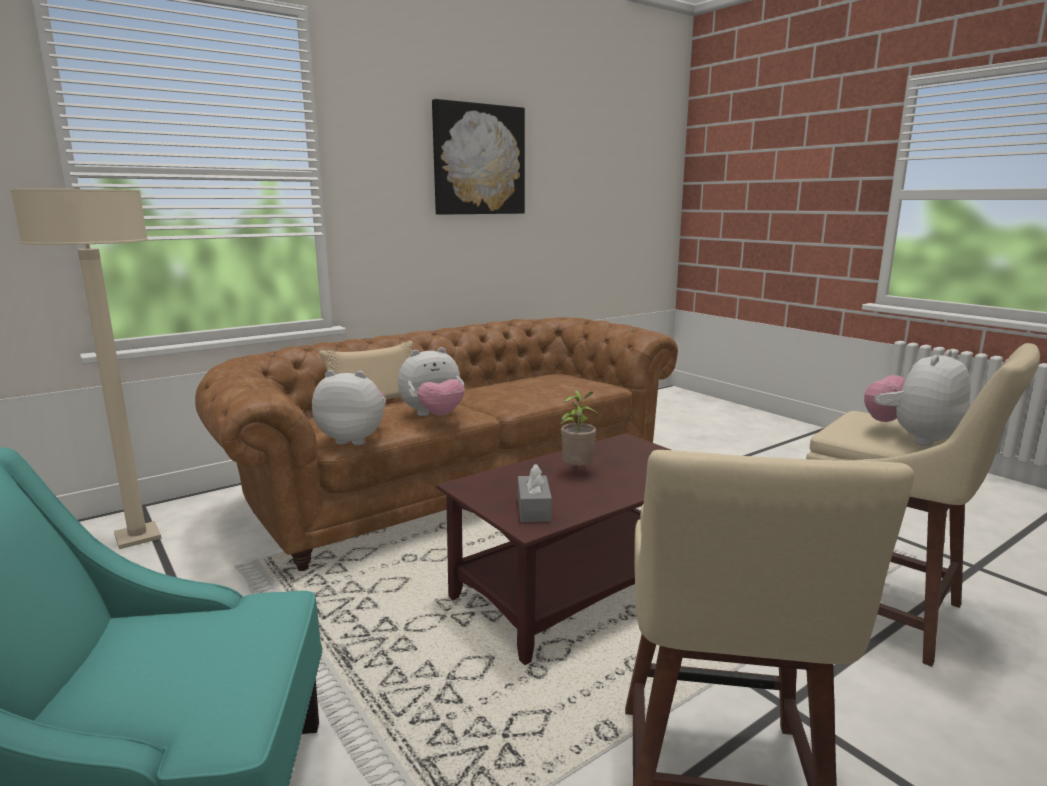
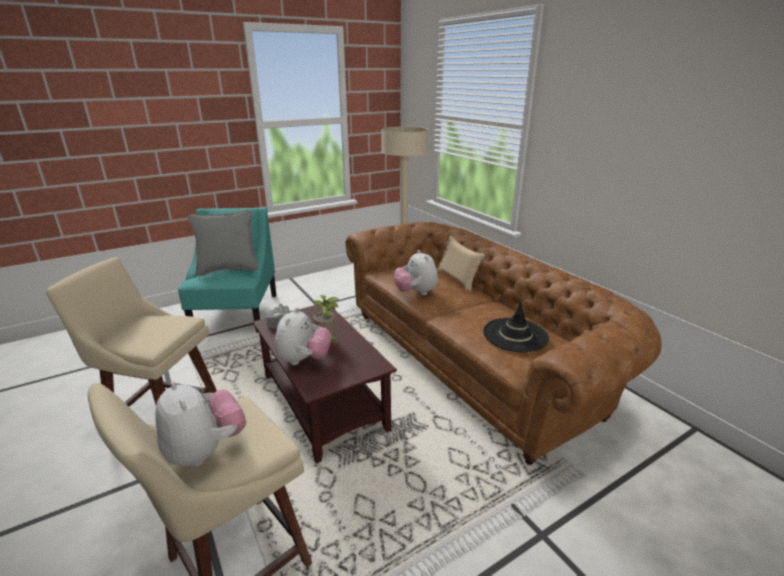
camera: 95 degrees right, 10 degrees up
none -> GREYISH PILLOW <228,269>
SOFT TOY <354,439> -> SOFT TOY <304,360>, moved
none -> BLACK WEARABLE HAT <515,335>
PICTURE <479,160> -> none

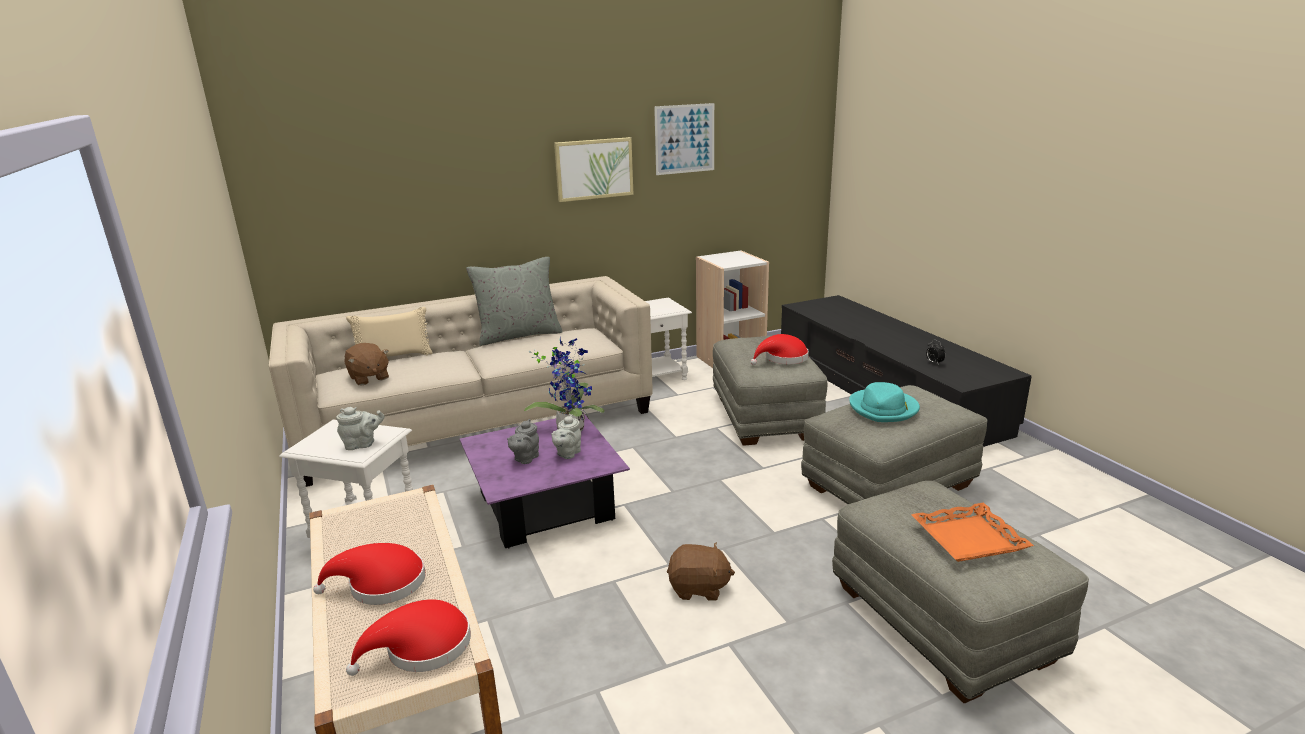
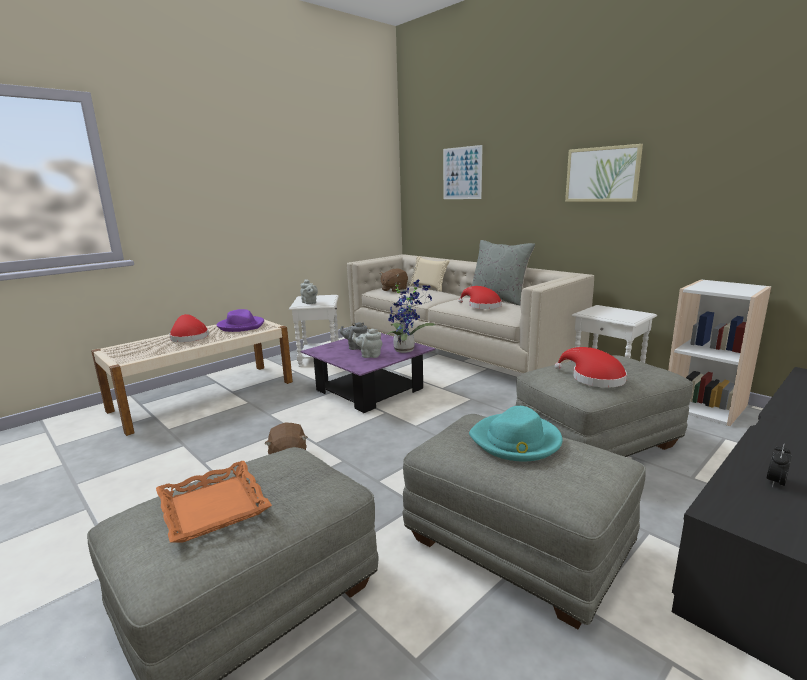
camera: 70 degrees right, 5 degrees down
none -> PURPLE-COLOURED WEARABLE HAT <241,326>
PICTURE <685,139> -> PICTURE <462,173>, moved
RED-COLOURED WEARABLE HAT <422,648> -> RED-COLOURED WEARABLE HAT <482,306>, moved

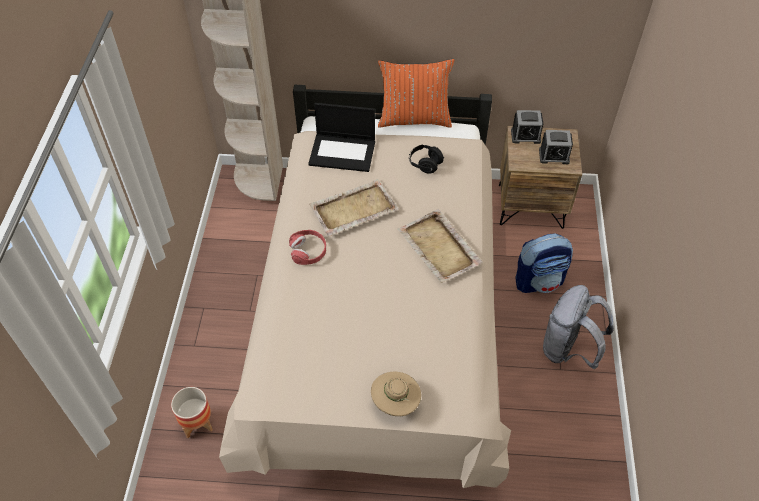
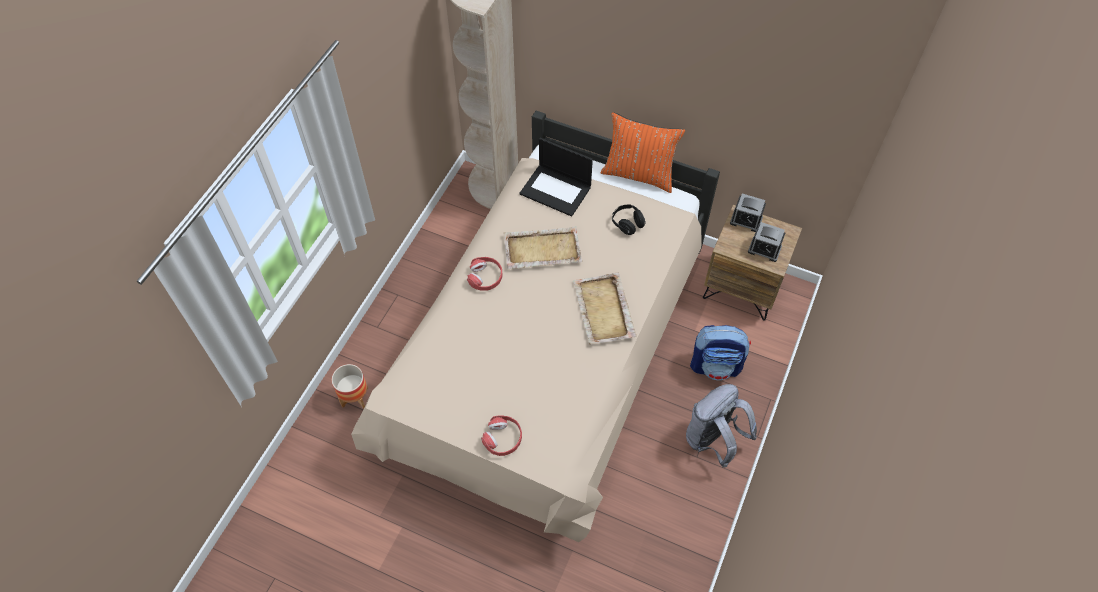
camera: 20 degrees right, 5 degrees up
BEIGE-COLOURED WEARABLE HAT <395,402> -> RED-COLOURED PAIR OF HEADPHONES <503,438>

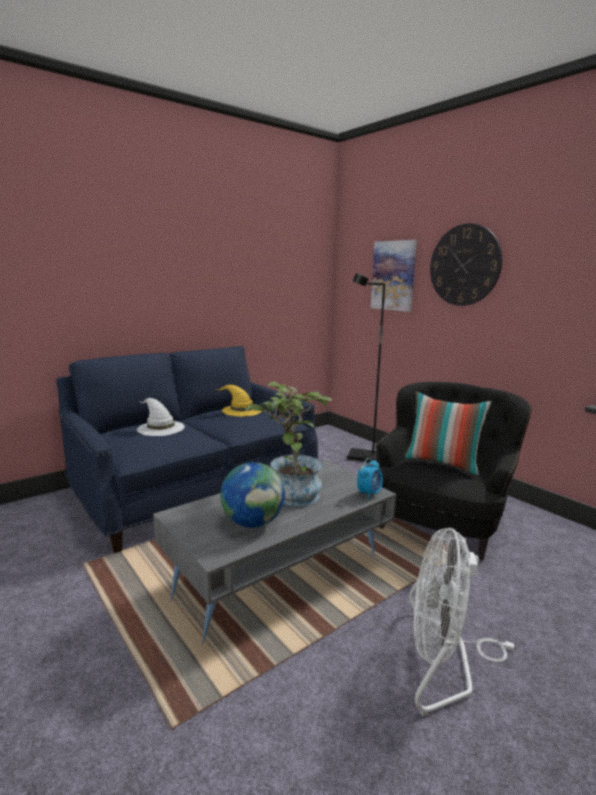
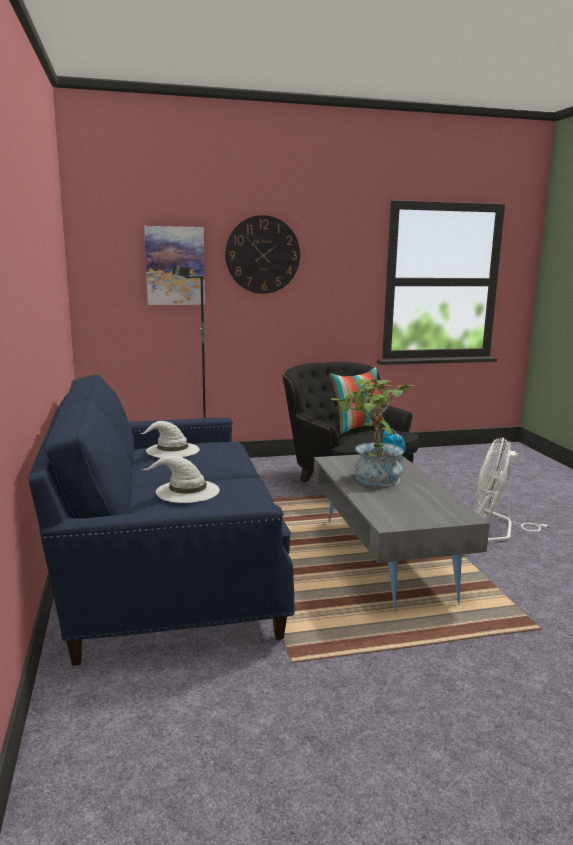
camera: 65 degrees left, 0 degrees up
YELLOW-COLOURED WEARABLE HAT <241,410> -> WHITISH WEARABLE HAT <172,450>
WHITISH ELECTRIC FAN <445,658> -> WHITISH ELECTRIC FAN <496,527>, 75 degrees clockwise
GLOBE <253,523> -> none

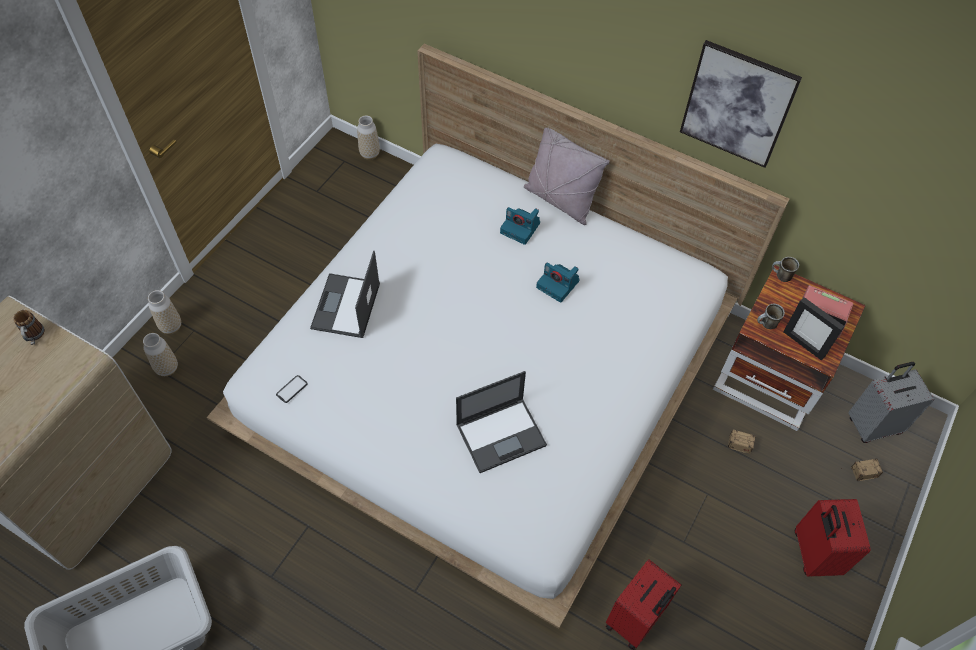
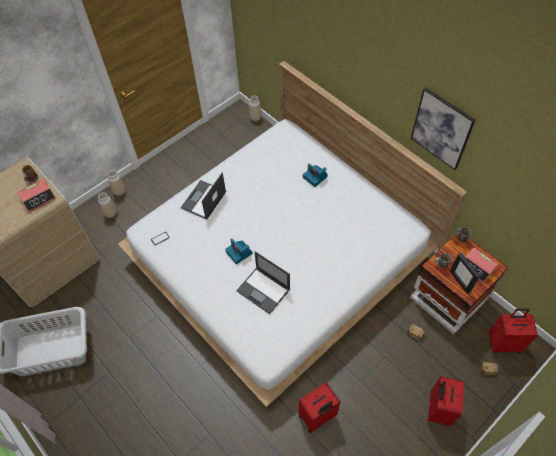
camera: 20 degrees right, 0 degrees up
none -> TABLE CLOCK <38,198>
PHOTO CAMERA <558,284> -> PHOTO CAMERA <239,253>, moved
LAPTOP <502,434> -> LAPTOP <264,290>, 45 degrees clockwise
GREYISH TRAVEL CASE <873,424> -> RED-COLOURED TRAVEL CASE <504,343>
PURPLE-COLOURED PILLOW <560,200> -> none

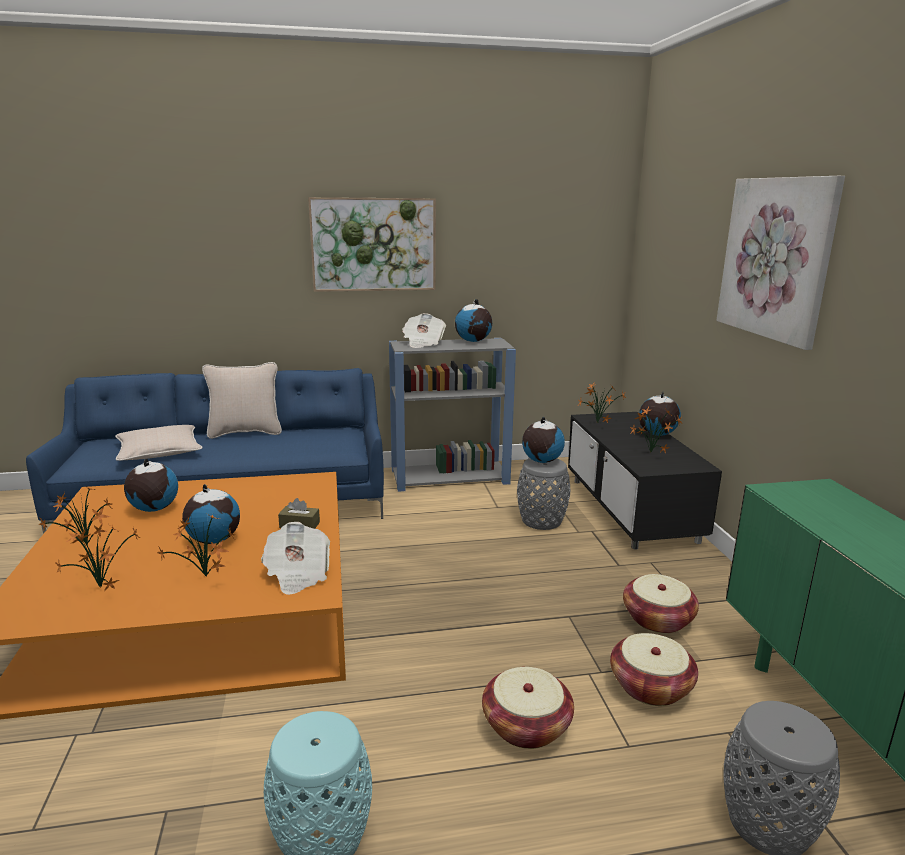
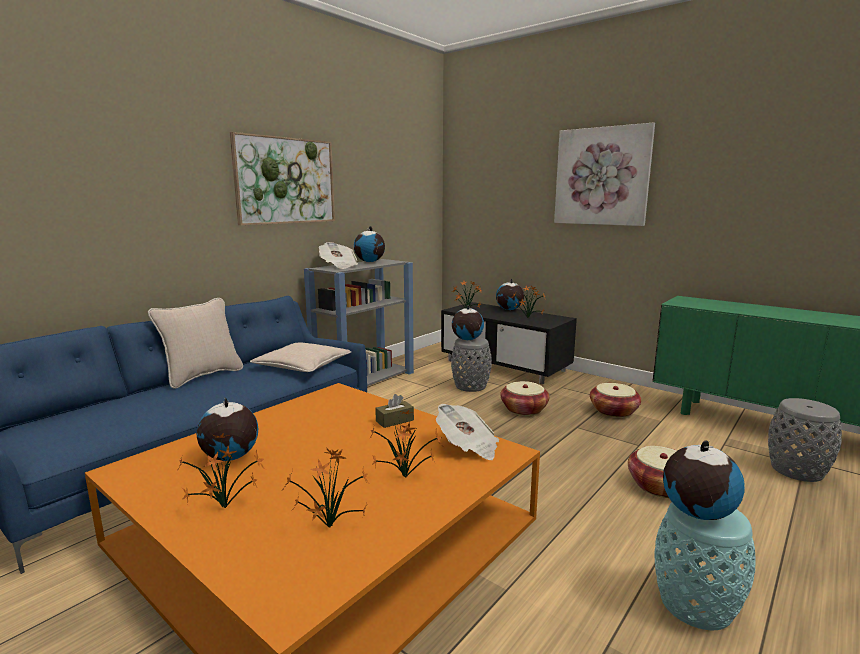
camera: 40 degrees left, 5 degrees down
BEIGE-COLOURED PILLOW <159,450> -> BEIGE-COLOURED PILLOW <303,365>, moved
STORAGE BASKET <650,686> -> STORAGE BASKET <524,409>, moved
GLOBE <214,540> -> GLOBE <696,513>, moved

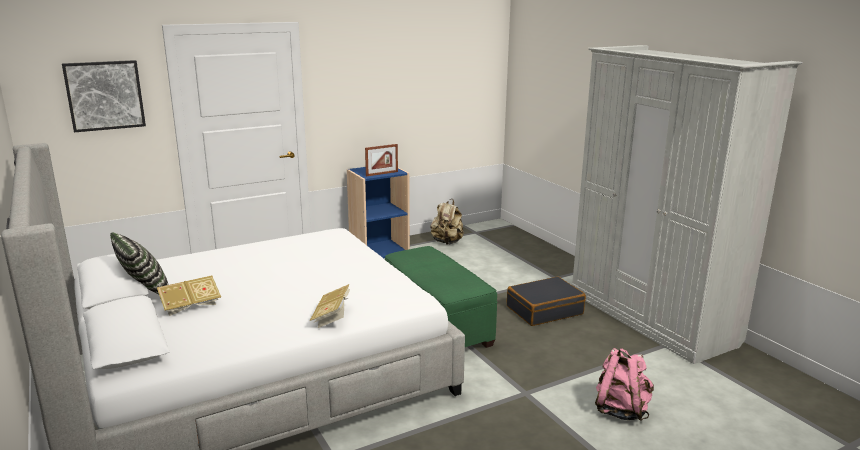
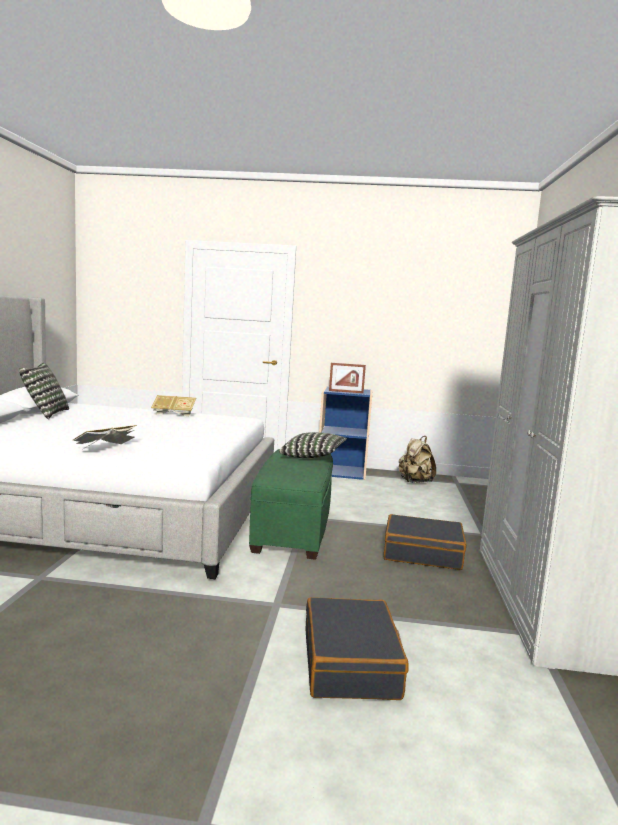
camera: 35 degrees right, 10 degrees down
VOLUME <190,306> -> VOLUME <174,414>, moved
none -> PILLOW <313,457>
PINK BACKPACK <621,410> -> BLACK TRAVEL CASE <351,663>
PICTURE <105,95> -> none

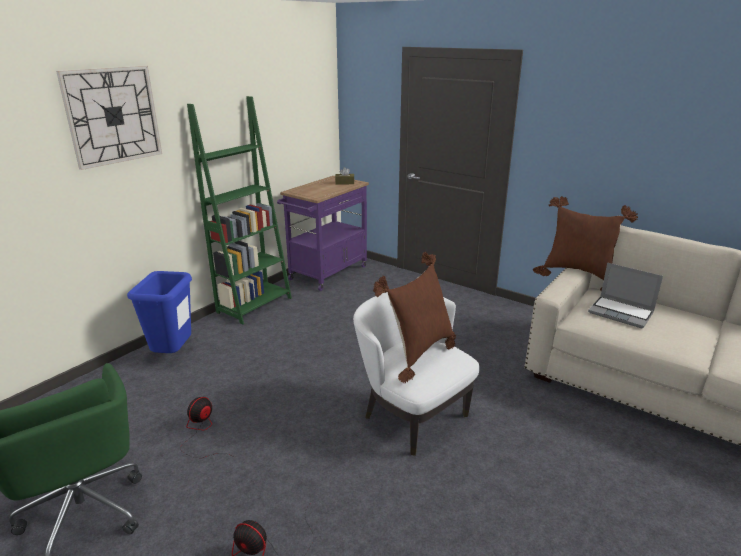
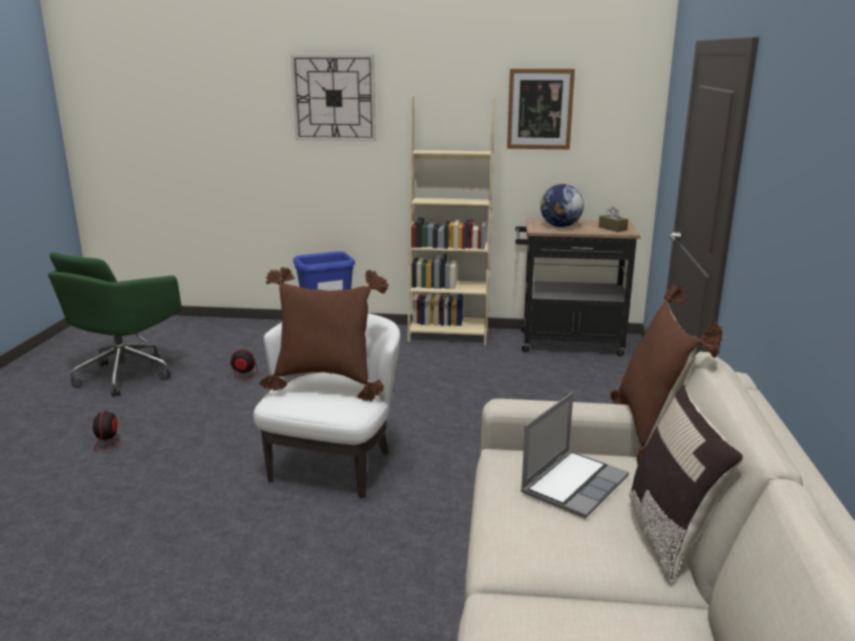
camera: 60 degrees right, 5 degrees down
GREEN BOOKCASE <254,305> -> BEIGE-COLOURED BOOKCASE <448,334>
none -> PICTURE <540,109>
PURPLE-COLOURED WHEELED CART <326,274> -> BLACK WHEELED CART <567,343>
LAPTOP <621,313> -> LAPTOP <574,484>, 150 degrees counterclockwise
none -> GLOBE <560,226>
none -> PILLOW <669,535>

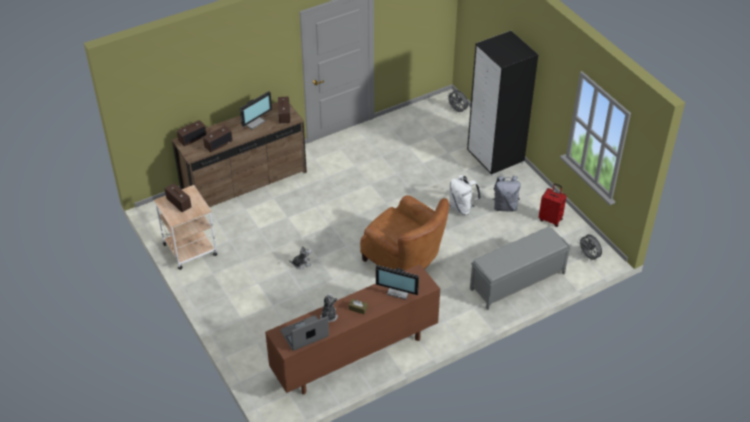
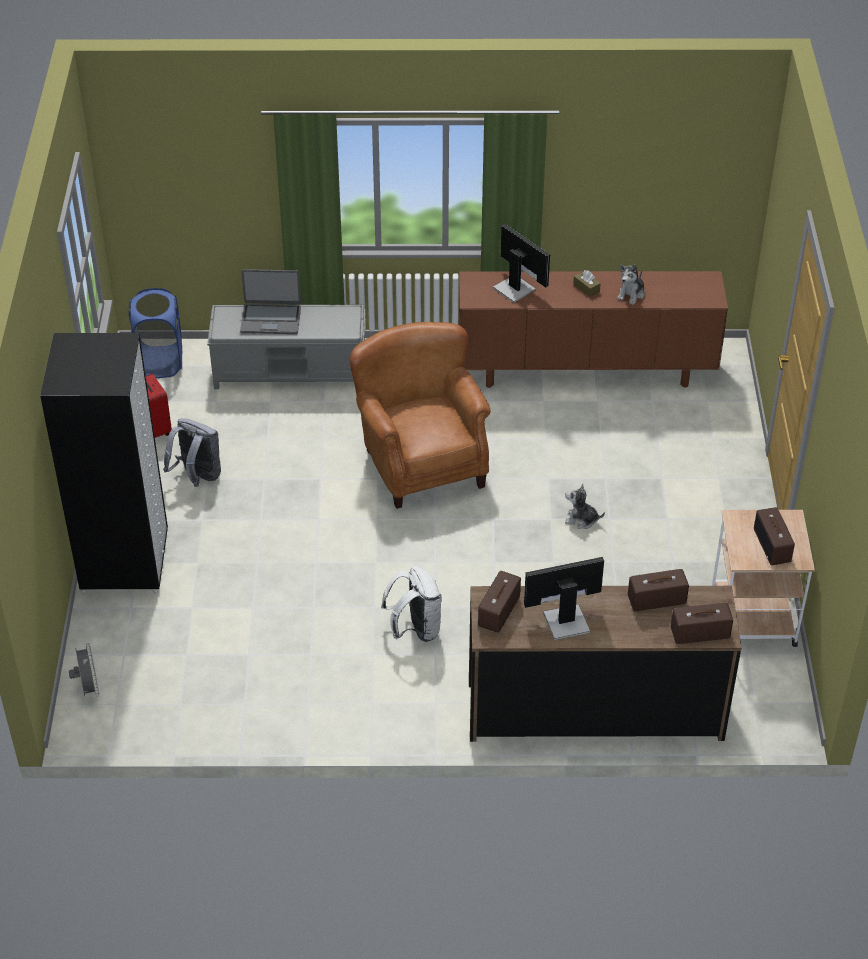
camera: 150 degrees left, 0 degrees up
GREYISH ELECTRIC FAN <589,256> -> BLUE LAUNDRY BASKET <160,362>
LAPTOP <304,334> -> LAPTOP <271,319>, moved
WHITISH BACKPACK <462,207> -> WHITISH BACKPACK <415,629>, moved

